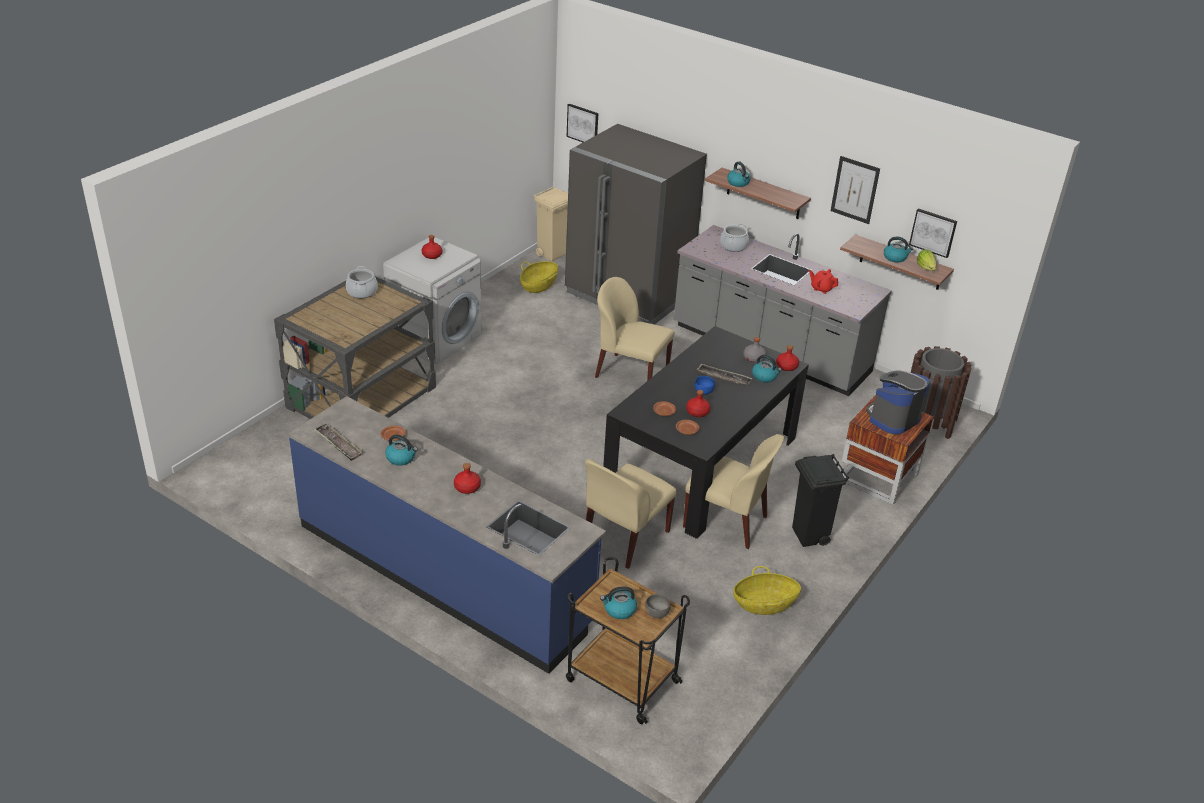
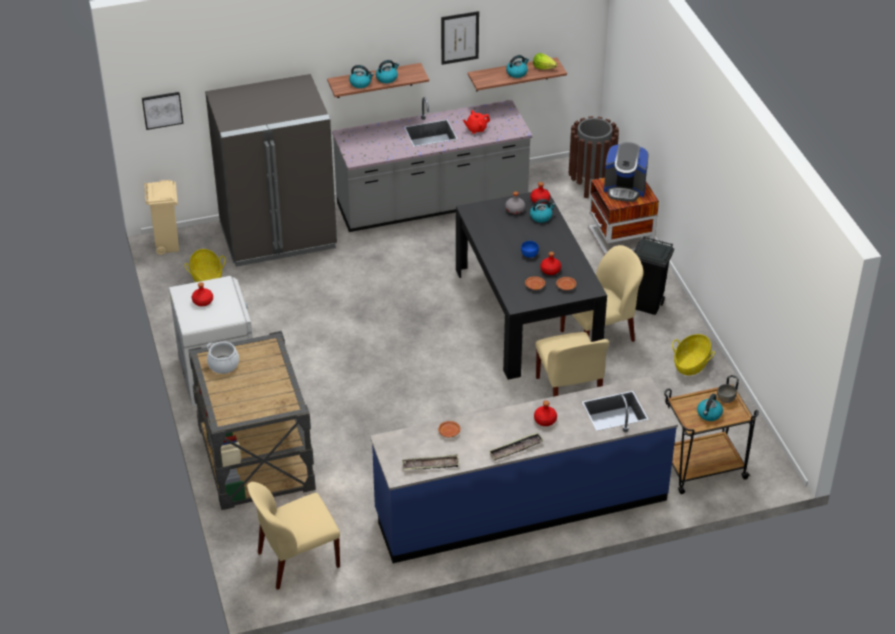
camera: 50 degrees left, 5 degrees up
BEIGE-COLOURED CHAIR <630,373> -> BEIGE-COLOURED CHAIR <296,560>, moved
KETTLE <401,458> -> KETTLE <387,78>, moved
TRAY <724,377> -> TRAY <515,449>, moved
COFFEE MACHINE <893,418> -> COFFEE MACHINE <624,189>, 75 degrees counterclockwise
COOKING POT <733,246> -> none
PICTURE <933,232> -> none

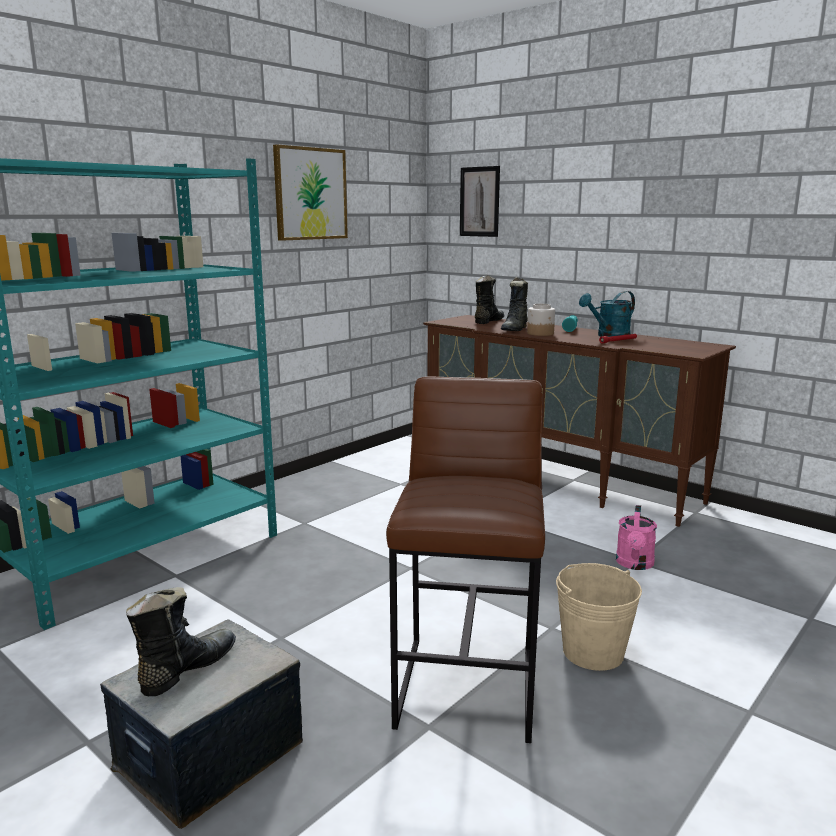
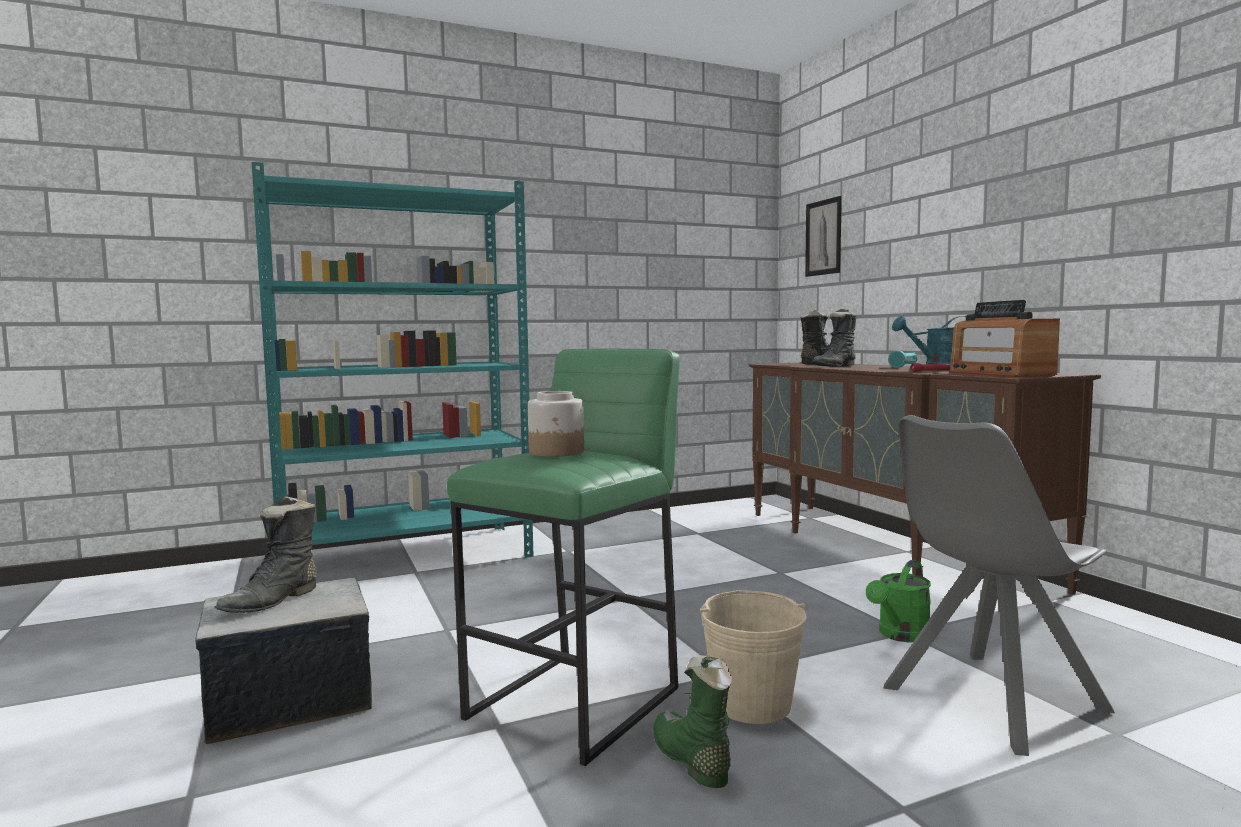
camera: 25 degrees right, 10 degrees down
BLACK BOOT <186,669> -> BLACK BOOT <273,601>, 150 degrees clockwise
BROWN SITTING STOOL <467,685> -> GREEN SITTING STOOL <576,701>
JAR <540,333> -> JAR <557,452>, moved
none -> GREEN BOOT <690,759>
PINK SPRINKLING CAN <634,564> -> GREEN SPRINKLING CAN <900,635>
none -> GREYISH CHAIR <989,700>
none -> RADIO RECEIVER <999,374>
PICTURE <310,194> -> none

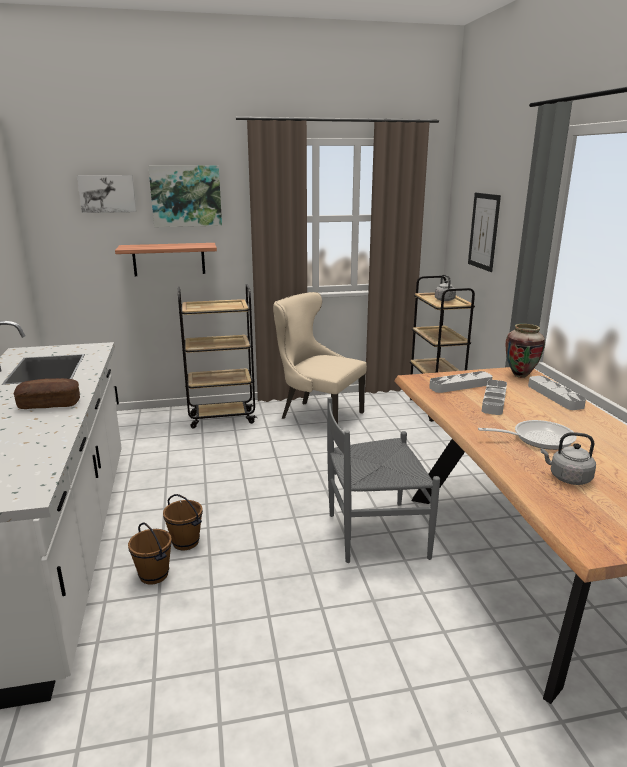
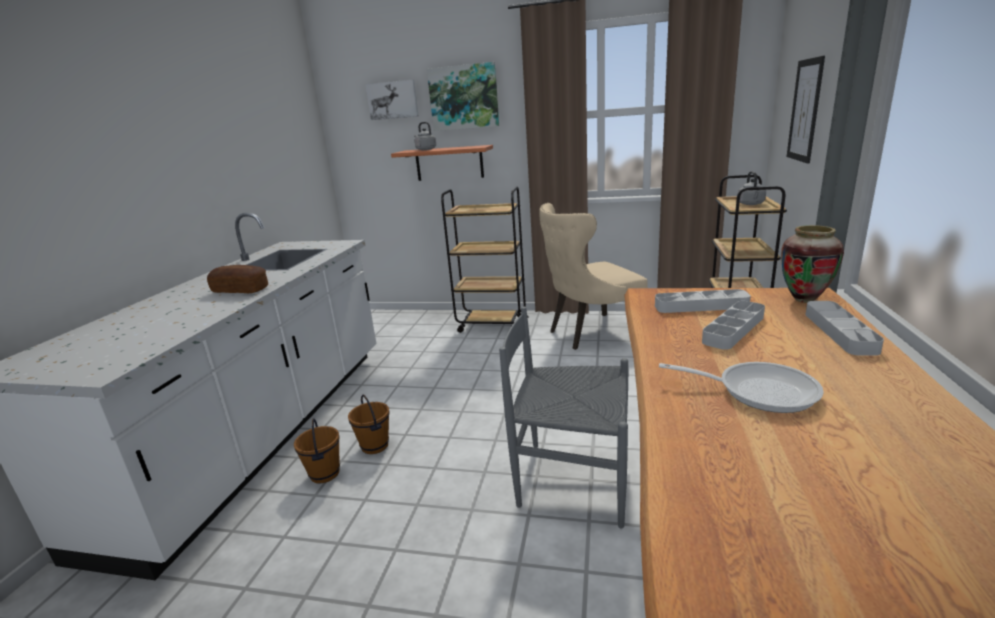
camera: 25 degrees right, 0 degrees up
GREYISH KETTLE <567,478> -> GREYISH KETTLE <425,149>, moved
BEIGE-COLOURED CHAIR <318,416> -> BEIGE-COLOURED CHAIR <590,333>, 75 degrees counterclockwise

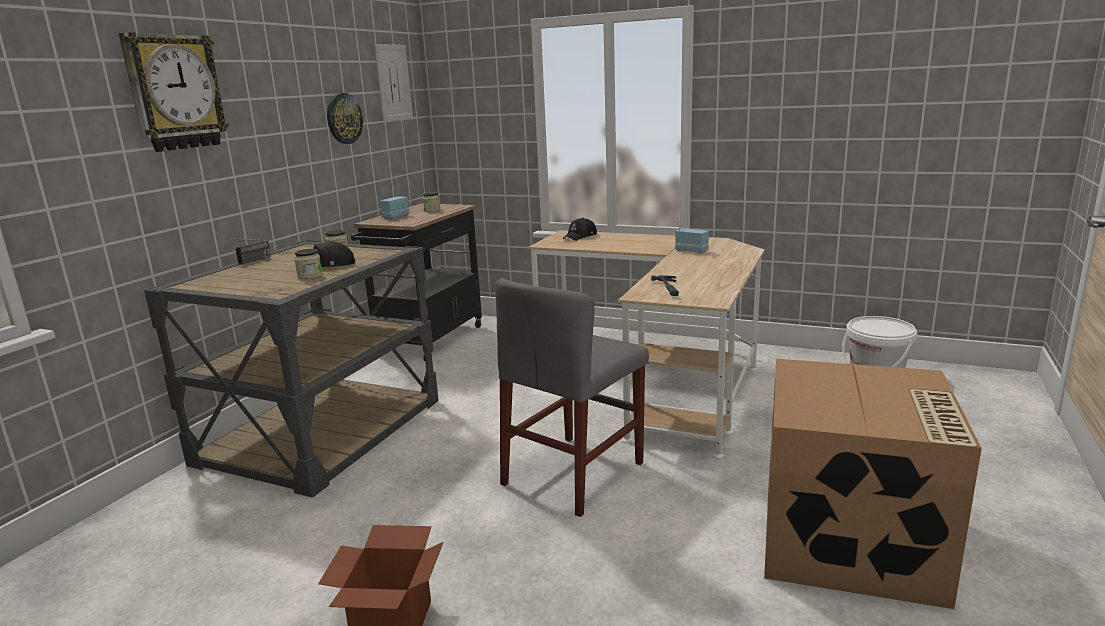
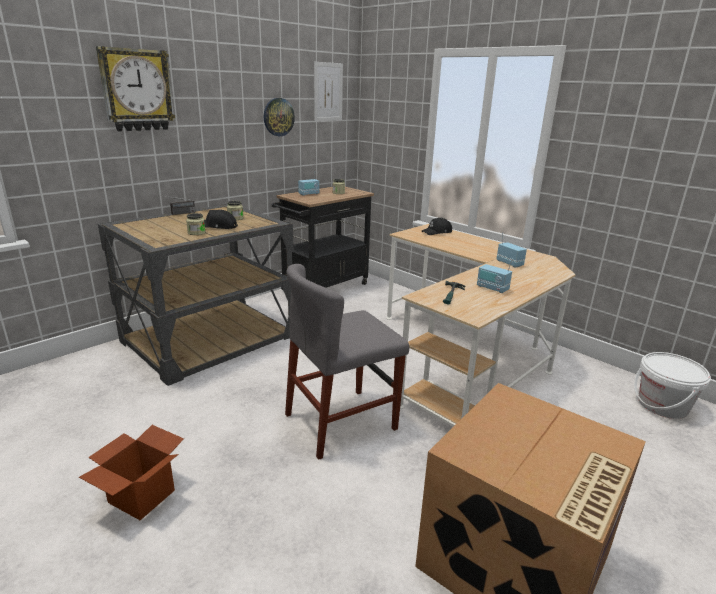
camera: 20 degrees right, 5 degrees up
none -> RADIO RECEIVER <492,288>

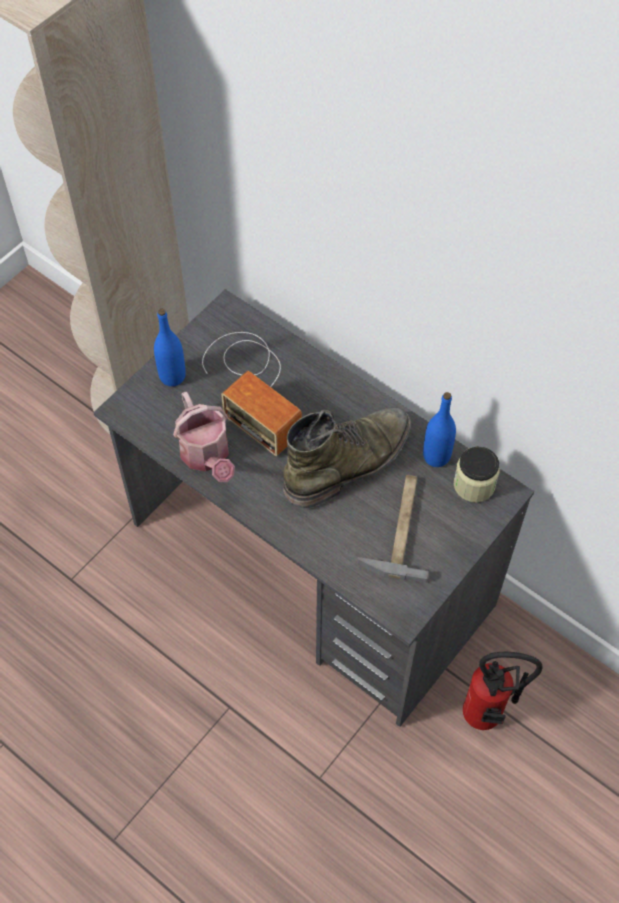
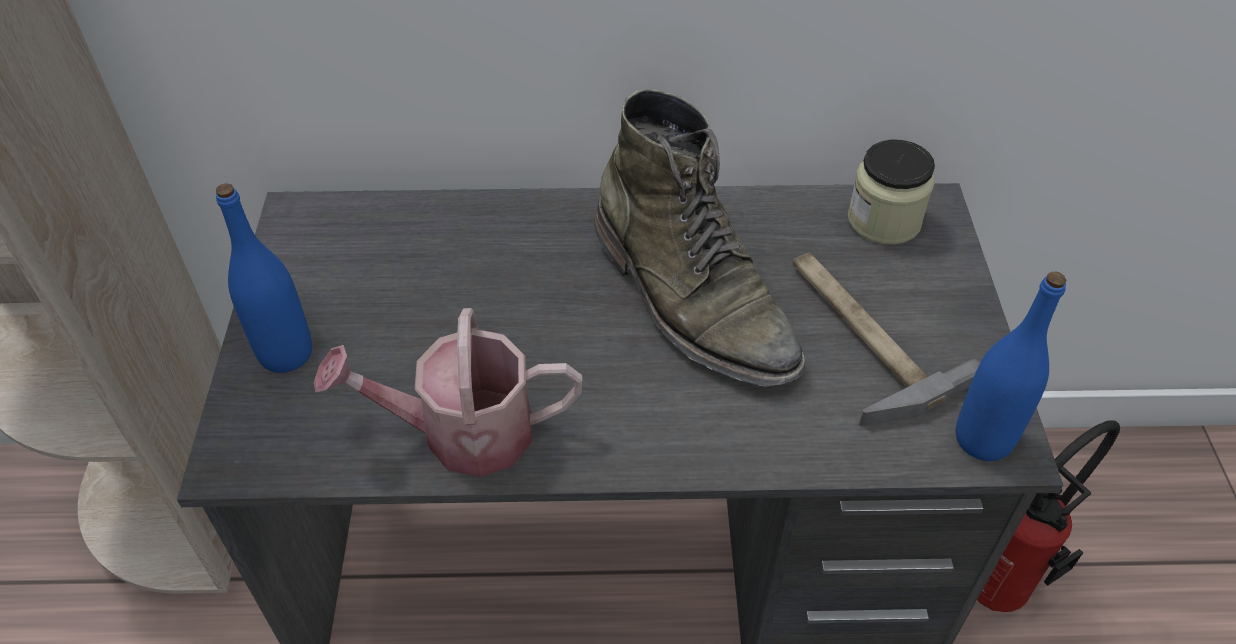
camera: 40 degrees left, 10 degrees down
SPRINKLING CAN <207,456> -> SPRINKLING CAN <462,432>, 150 degrees clockwise
GREEN BOOT <349,462> -> GREEN BOOT <691,298>, 135 degrees clockwise
BLUE BEVERAGE BOTTLE <436,456> -> BLUE BEVERAGE BOTTLE <983,439>, moved
RADIO RECEIVER <253,387> -> none

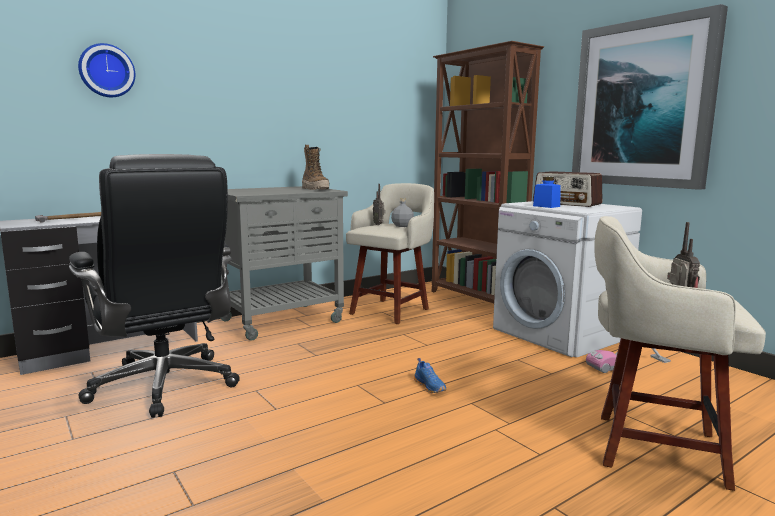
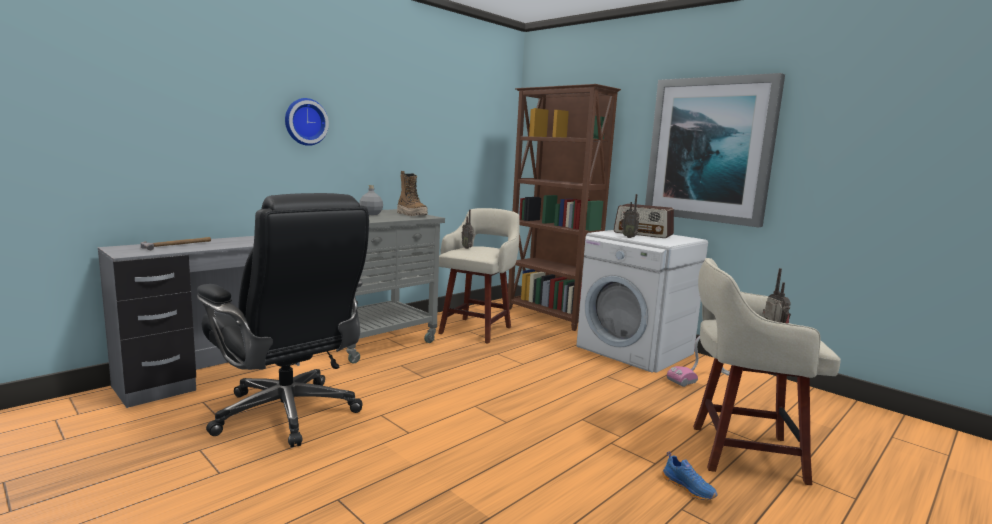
camera: 10 degrees left, 0 degrees up
WALL CLOCK <106,71> -> WALL CLOCK <305,122>, moved
GREYISH BEVERAGE BOTTLE <402,226> -> GREYISH BEVERAGE BOTTLE <371,214>, moved
BLUE JAR <546,206> -> RADIO RECEIVER <629,237>
BLUE ITEM OF FOOTWEAR <430,386> -> BLUE ITEM OF FOOTWEAR <689,488>, moved

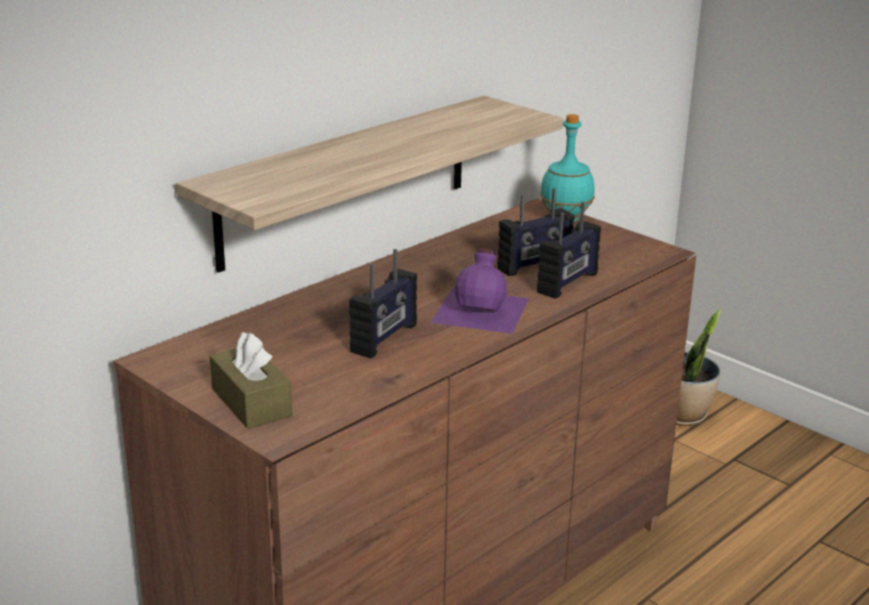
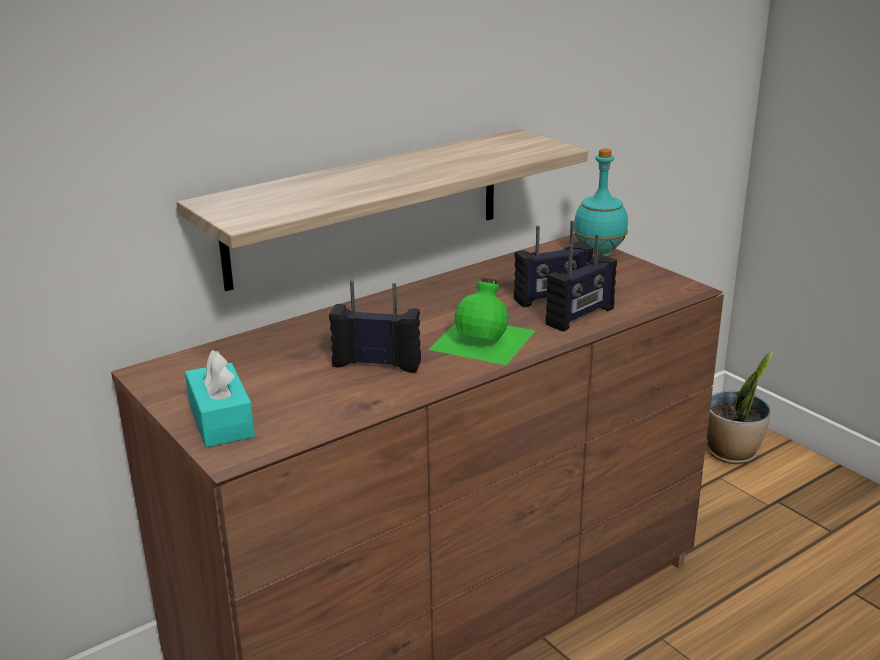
camera: 10 degrees right, 0 degrees up
BROWN BOX OF TISSUES <251,402> -> TURQUOISE-COLOURED BOX OF TISSUES <221,420>
RADIO RECEIVER <385,338> -> RADIO RECEIVER <377,363>, 120 degrees counterclockwise
PURPLE-COLOURED BEVERAGE BOTTLE <482,309> -> GREEN BEVERAGE BOTTLE <484,339>

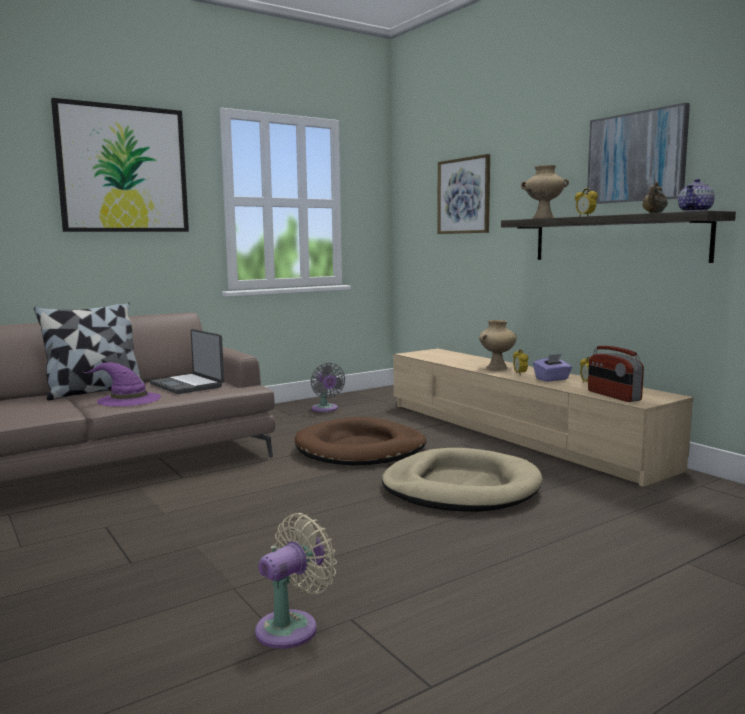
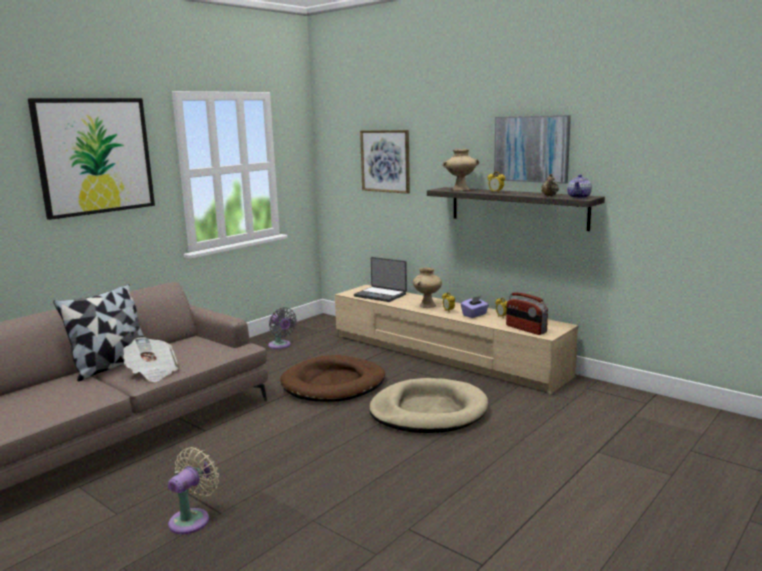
camera: 15 degrees left, 5 degrees up
PURPLE-COLOURED WEARABLE HAT <128,399> -> PRINTED PAPER <152,372>
BEIGE-COLOURED ELECTRIC FAN <292,627> -> BEIGE-COLOURED ELECTRIC FAN <192,519>, moved
LAPTOP <188,385> -> LAPTOP <381,295>, moved

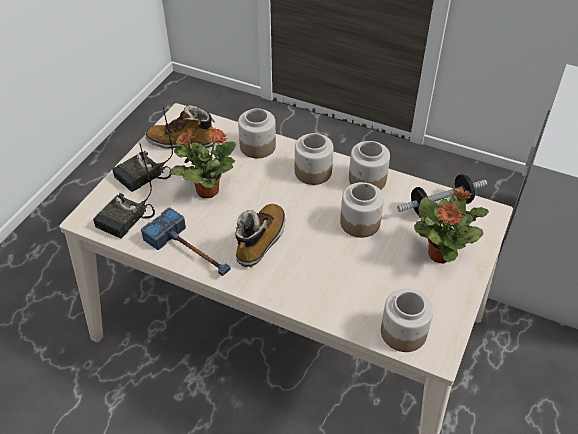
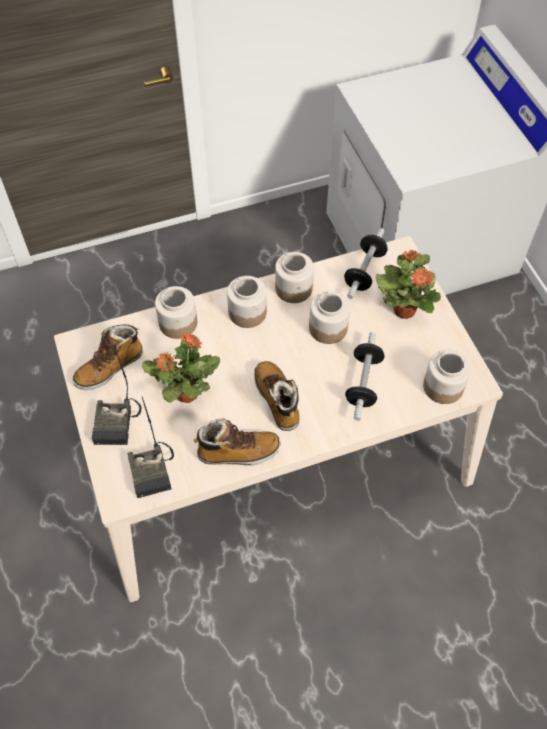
camera: 45 degrees left, 10 degrees up
HAMMER <191,252> -> BOOT <238,452>
none -> HAND WEIGHT <363,383>

